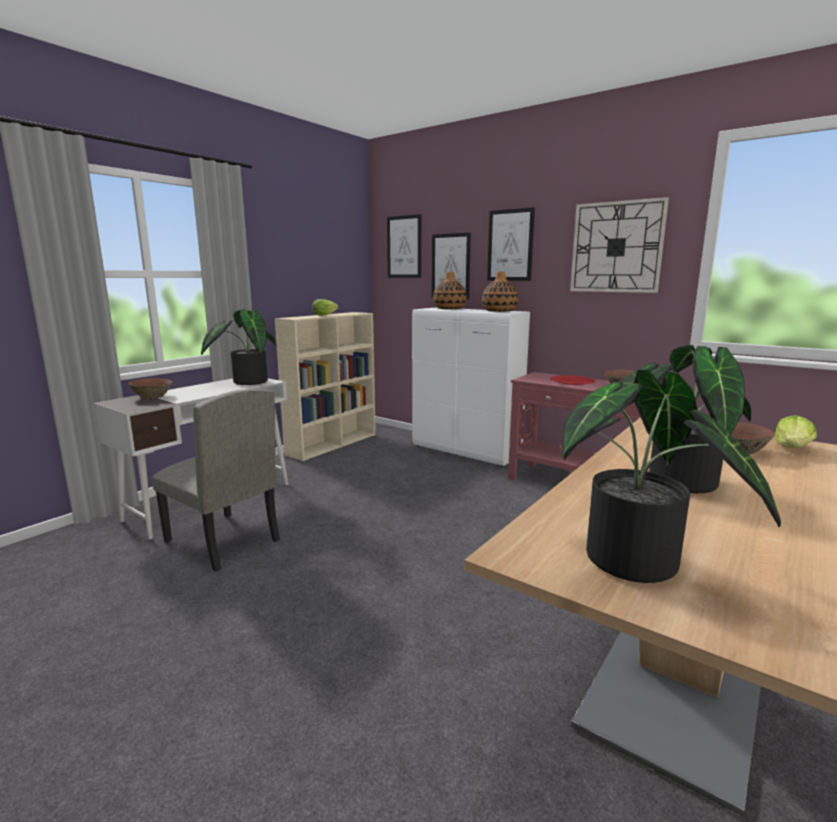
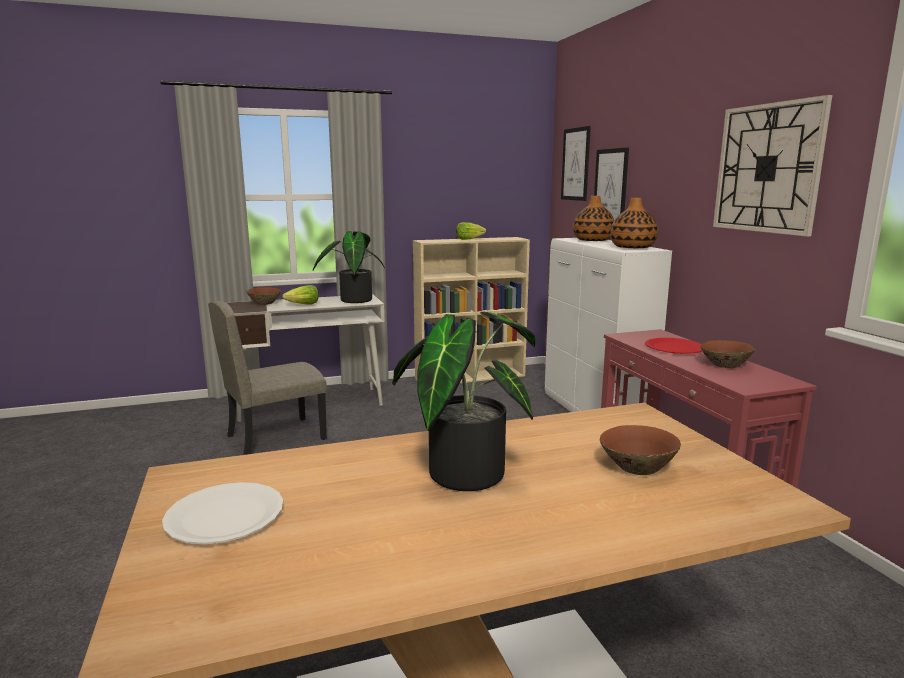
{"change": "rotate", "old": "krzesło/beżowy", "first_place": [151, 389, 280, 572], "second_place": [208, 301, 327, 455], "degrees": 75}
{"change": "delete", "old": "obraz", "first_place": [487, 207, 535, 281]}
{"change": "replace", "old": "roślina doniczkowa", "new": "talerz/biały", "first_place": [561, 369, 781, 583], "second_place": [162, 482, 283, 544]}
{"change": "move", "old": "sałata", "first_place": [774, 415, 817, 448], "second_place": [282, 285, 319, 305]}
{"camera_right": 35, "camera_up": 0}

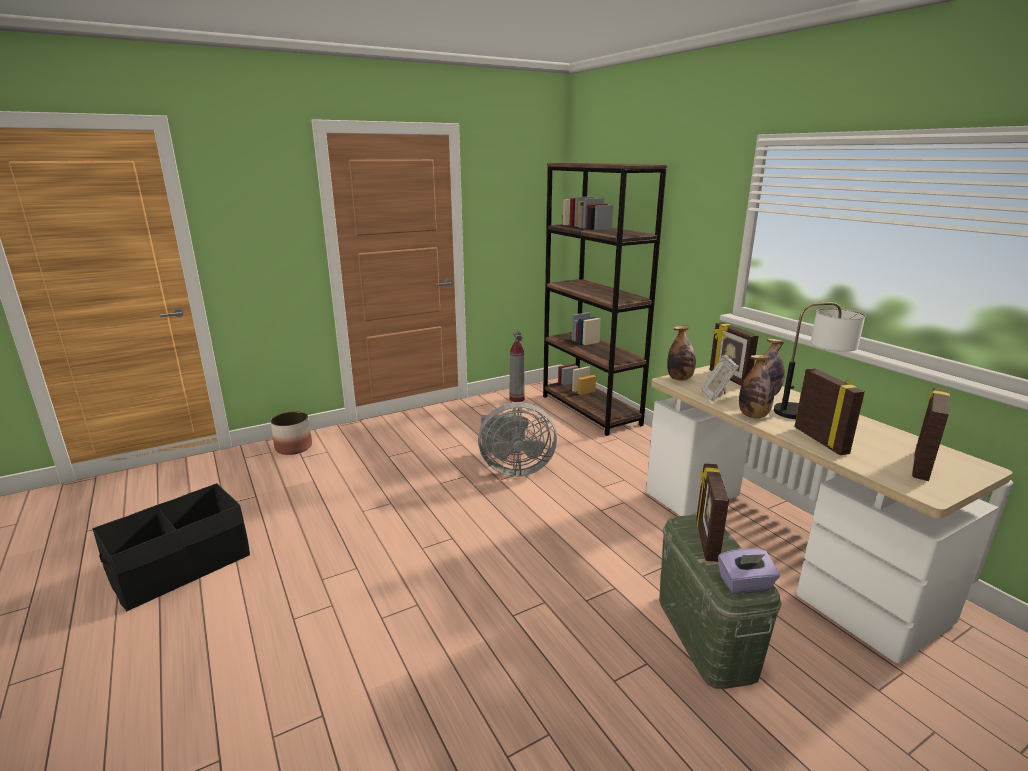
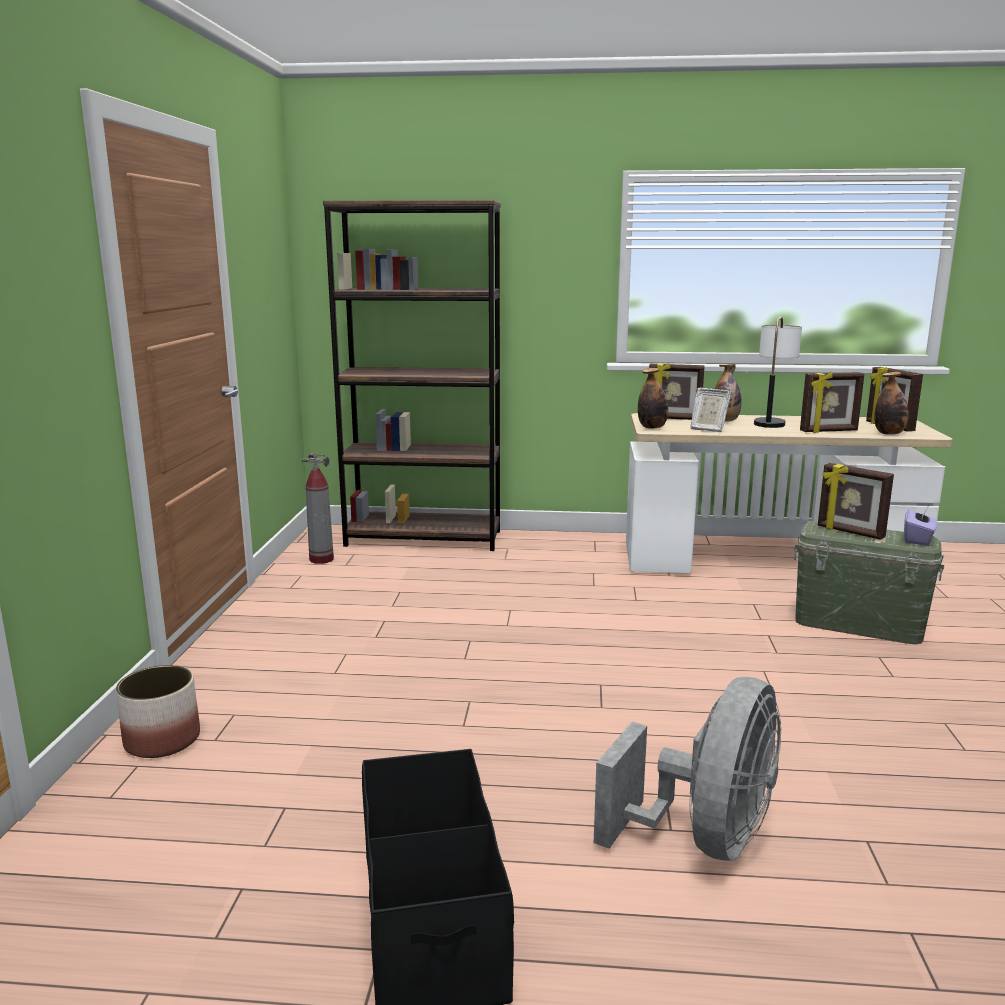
{"change": "move", "old": "wentylator/szary", "first_place": [478, 402, 557, 477], "second_place": [594, 677, 781, 861]}
{"change": "move", "old": "butelka", "first_place": [739, 355, 774, 418], "second_place": [874, 372, 908, 435]}
{"change": "rotate", "old": "ramka na zdjęcie", "first_place": [794, 368, 865, 455], "second_place": [800, 372, 864, 433], "degrees": 150}
{"camera_right": -55, "camera_up": -5}

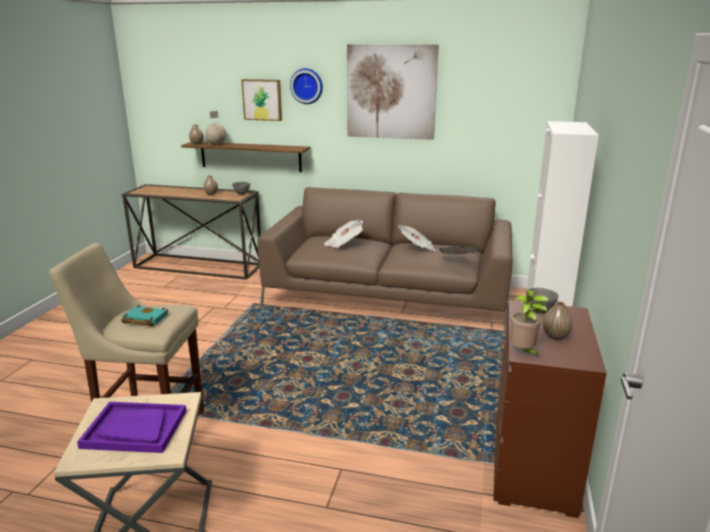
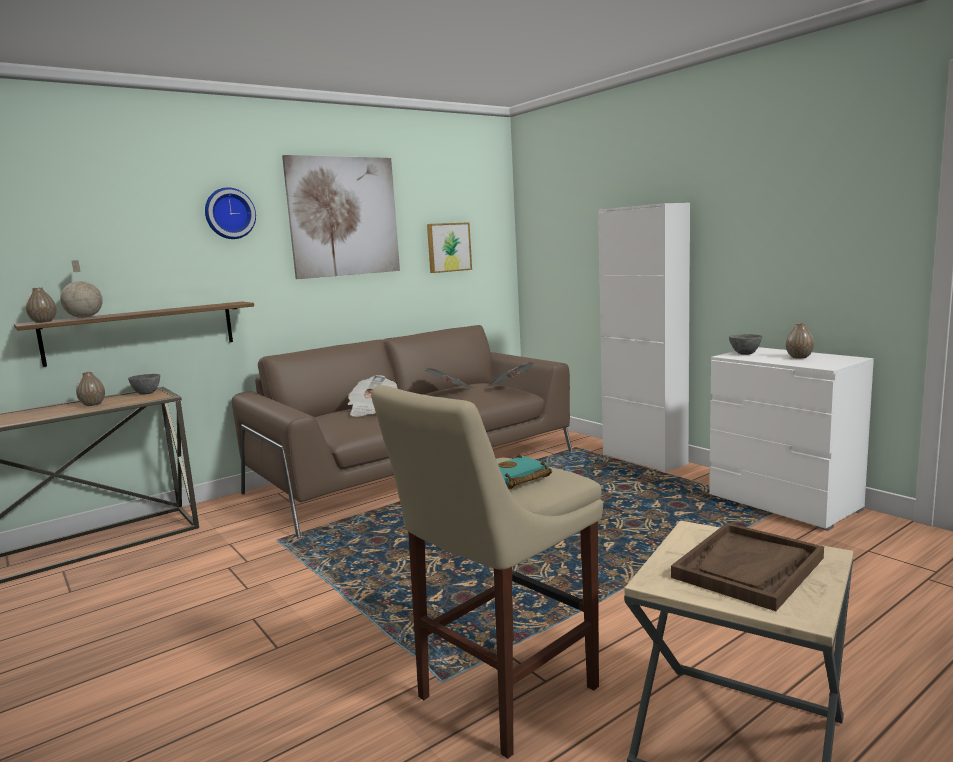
{"change": "recolor", "old": "taca/fioletowy", "new": "taca/brązowy", "first_place": [77, 402, 187, 453], "second_place": [671, 523, 824, 611]}
{"change": "move", "old": "obraz", "first_place": [242, 79, 282, 121], "second_place": [427, 222, 472, 273]}
{"change": "recolor", "old": "komoda/brązowy", "new": "komoda/biały", "first_place": [493, 300, 607, 518], "second_place": [709, 347, 874, 531]}
{"change": "delete", "old": "roślina doniczkowa", "first_place": [510, 290, 549, 357]}
{"camera_right": -50, "camera_up": -10}

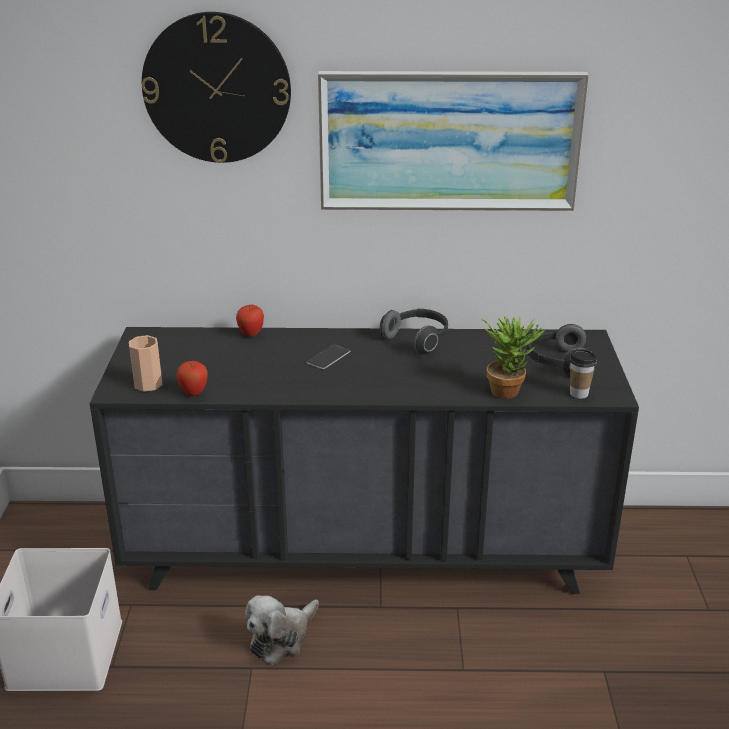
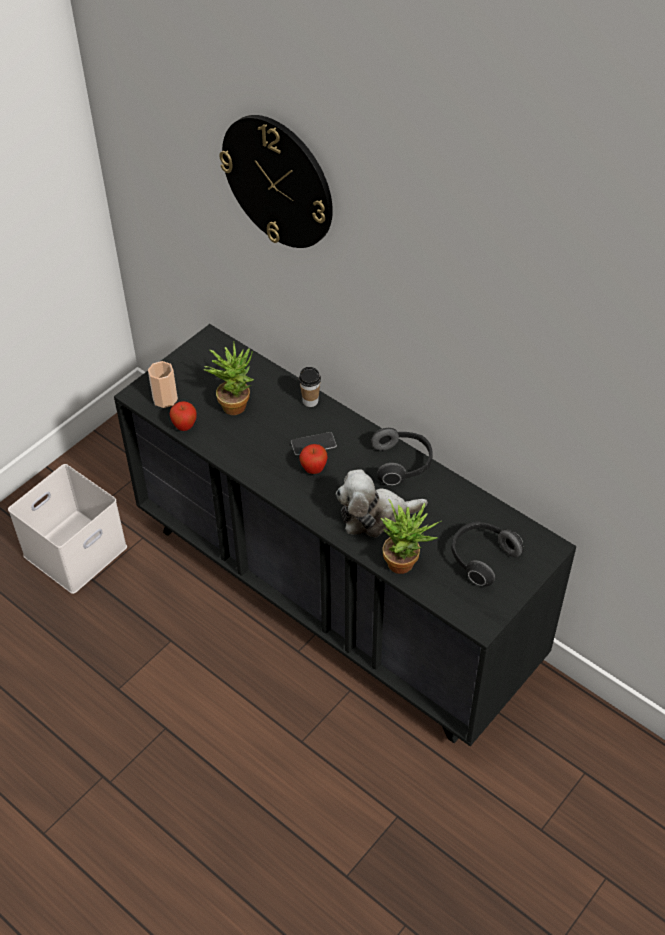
{"change": "move", "old": "jabłko", "first_place": [236, 305, 264, 337], "second_place": [299, 444, 328, 474]}
{"change": "move", "old": "pluszak", "first_place": [245, 595, 319, 665], "second_place": [336, 469, 427, 537]}
{"change": "delete", "old": "obraz", "first_place": [318, 71, 589, 211]}
{"change": "move", "old": "filiżanka", "first_place": [570, 349, 597, 399], "second_place": [299, 367, 321, 407]}
{"change": "insert", "new": "roślina doniczkowa", "second_place": [203, 341, 254, 415]}
{"camera_right": 40, "camera_up": 20}

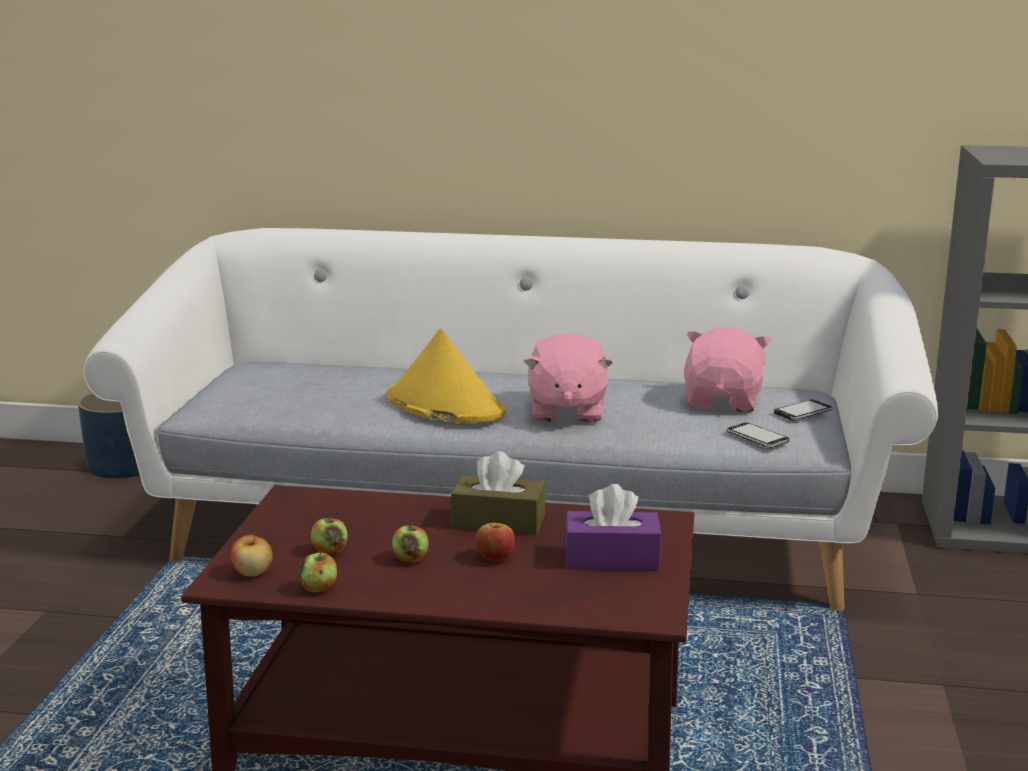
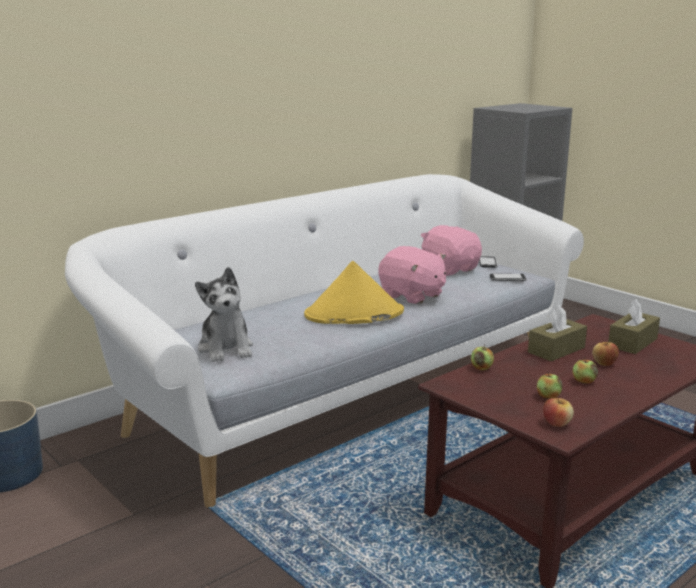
{"change": "move", "old": "jabłko", "first_place": [298, 551, 337, 593], "second_place": [471, 344, 494, 370]}
{"change": "recolor", "old": "pudełko chusteczek/fioletowy", "new": "pudełko chusteczek/brązowy", "first_place": [565, 484, 662, 570], "second_place": [608, 299, 660, 354]}
{"change": "insert", "new": "pluszak", "second_place": [195, 267, 253, 362]}
{"camera_right": -50, "camera_up": 0}

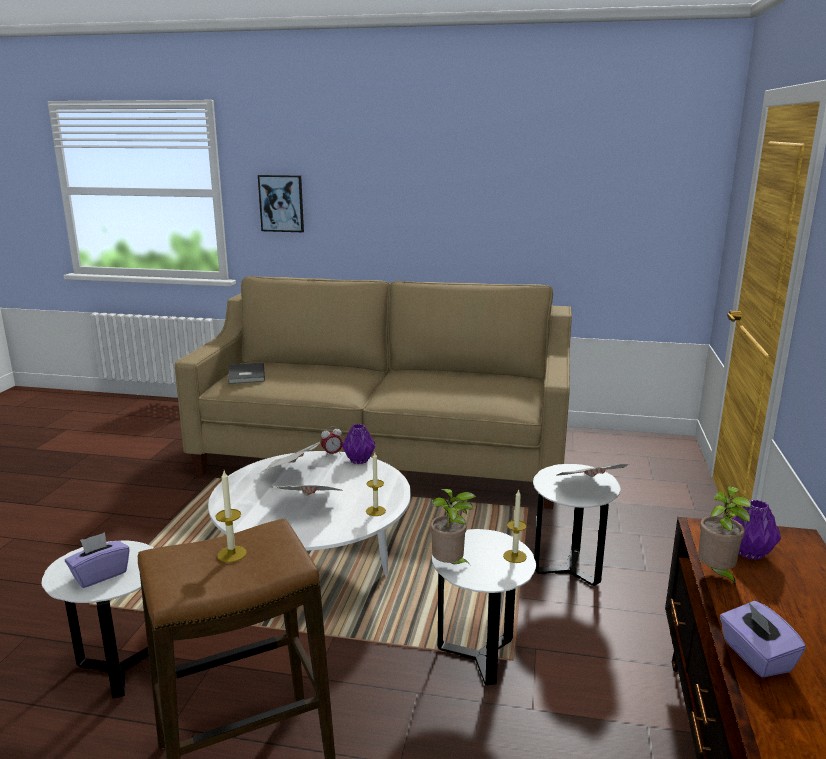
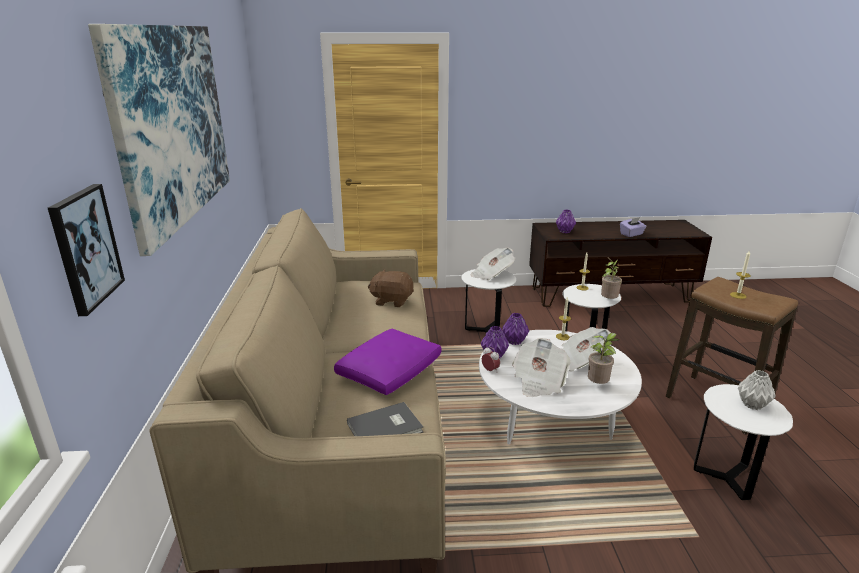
{"change": "replace", "old": "pudełko chusteczek/fioletowy", "new": "wazon/szary", "first_place": [65, 532, 130, 588], "second_place": [738, 370, 776, 410]}
{"change": "move", "old": "roślina doniczkowa", "first_place": [698, 486, 751, 586], "second_place": [588, 333, 620, 384]}
{"change": "insert", "new": "obraz", "second_place": [88, 24, 230, 256]}
{"change": "insert", "new": "poduszka/fioletowy", "second_place": [334, 329, 441, 395]}
{"change": "insert", "new": "pluszak/brązowy", "second_place": [367, 269, 414, 307]}
{"change": "insert", "new": "wazon/fioletowy", "second_place": [502, 313, 529, 345]}
{"camera_right": -105, "camera_up": 5}

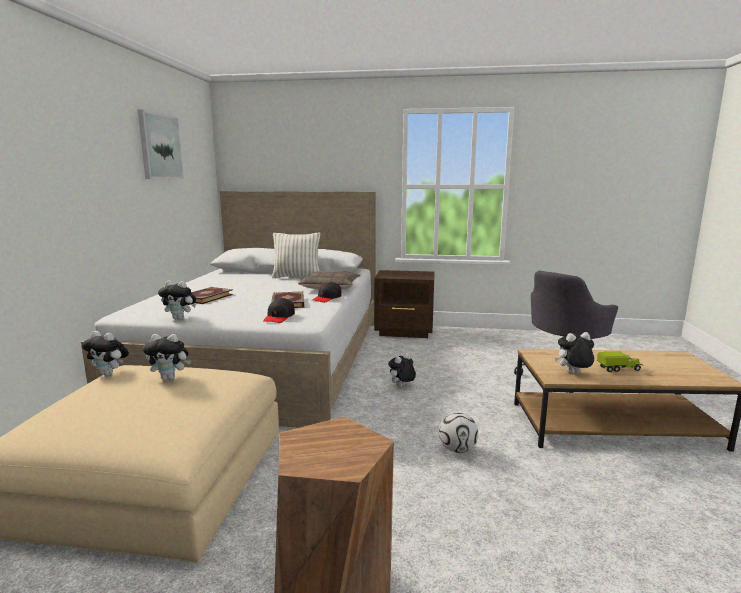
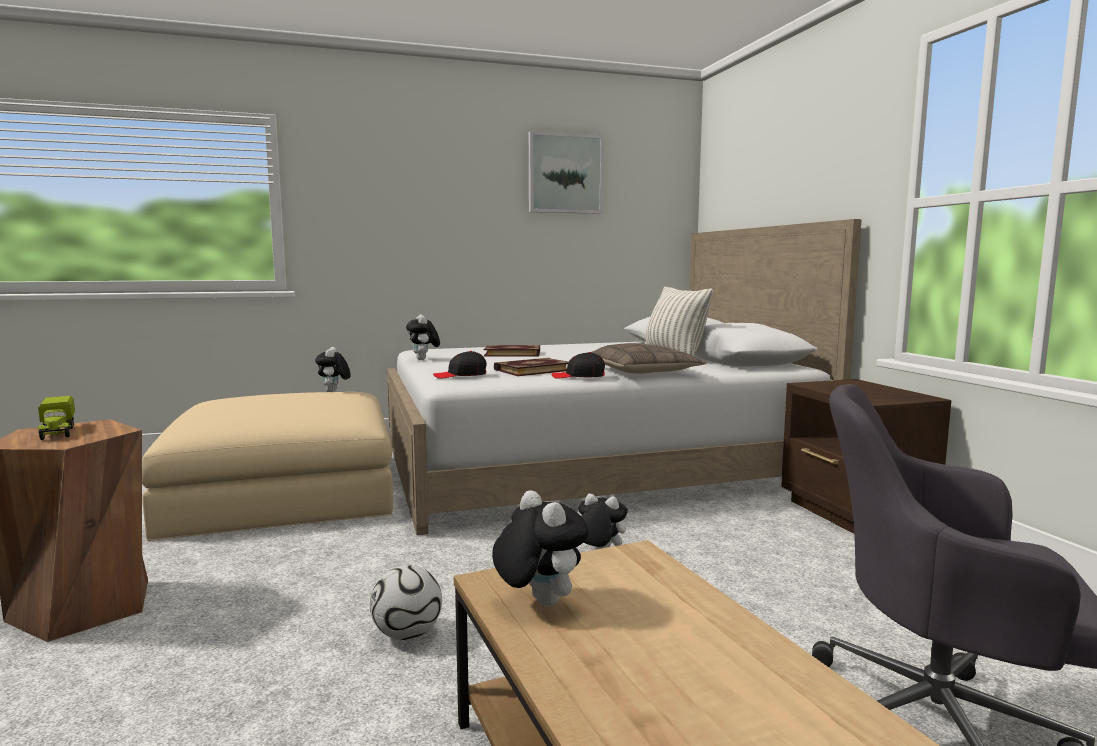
{"change": "delete", "old": "pluszak", "first_place": [143, 334, 191, 380]}
{"change": "move", "old": "ciężarówka zabawkowa", "first_place": [597, 351, 644, 372], "second_place": [38, 396, 75, 440]}
{"camera_right": 65, "camera_up": -5}

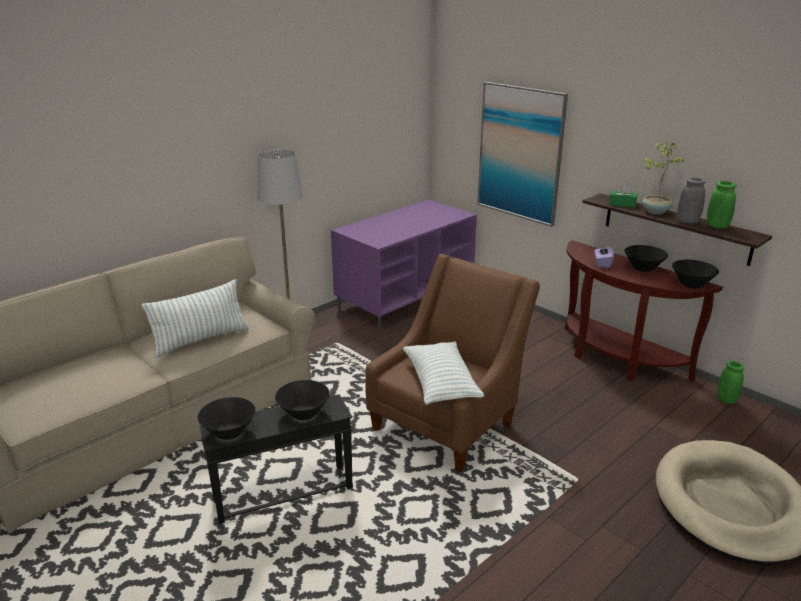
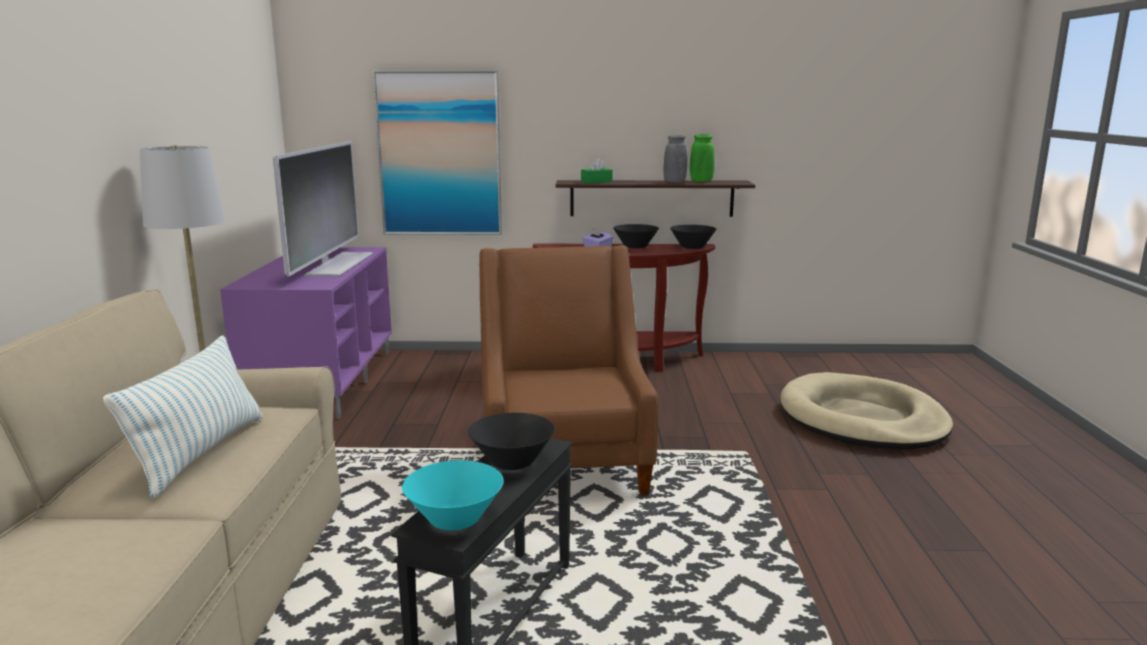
{"change": "recolor", "old": "miska/czarny", "new": "miska/turkusowy", "first_place": [197, 397, 256, 440], "second_place": [402, 460, 503, 531]}
{"change": "delete", "old": "poduszka", "first_place": [403, 342, 485, 405]}
{"change": "delete", "old": "roślina doniczkowa", "first_place": [642, 141, 684, 214]}
{"change": "delete", "old": "wazon/zielony", "first_place": [717, 361, 744, 404]}
{"change": "insert", "new": "telewizor", "second_place": [273, 141, 373, 277]}
{"camera_right": -45, "camera_up": -10}

